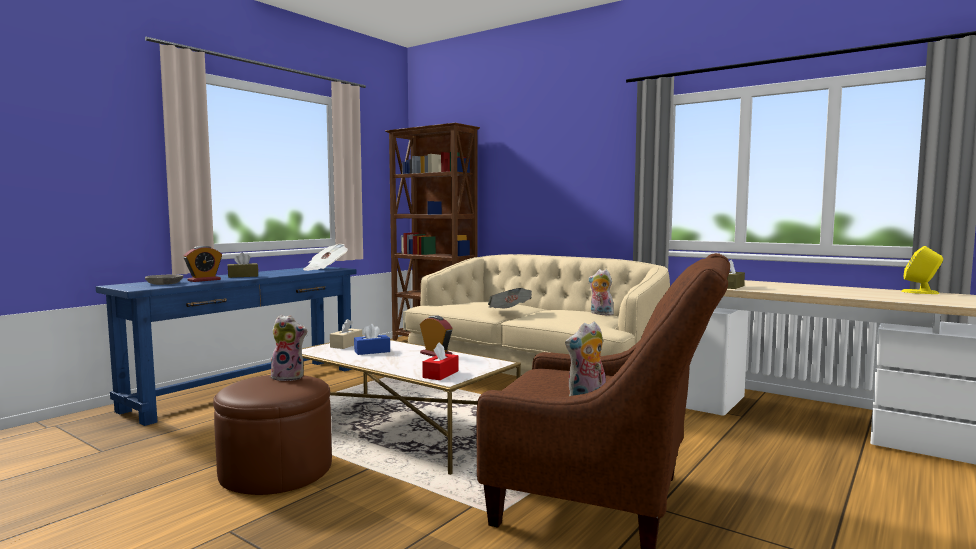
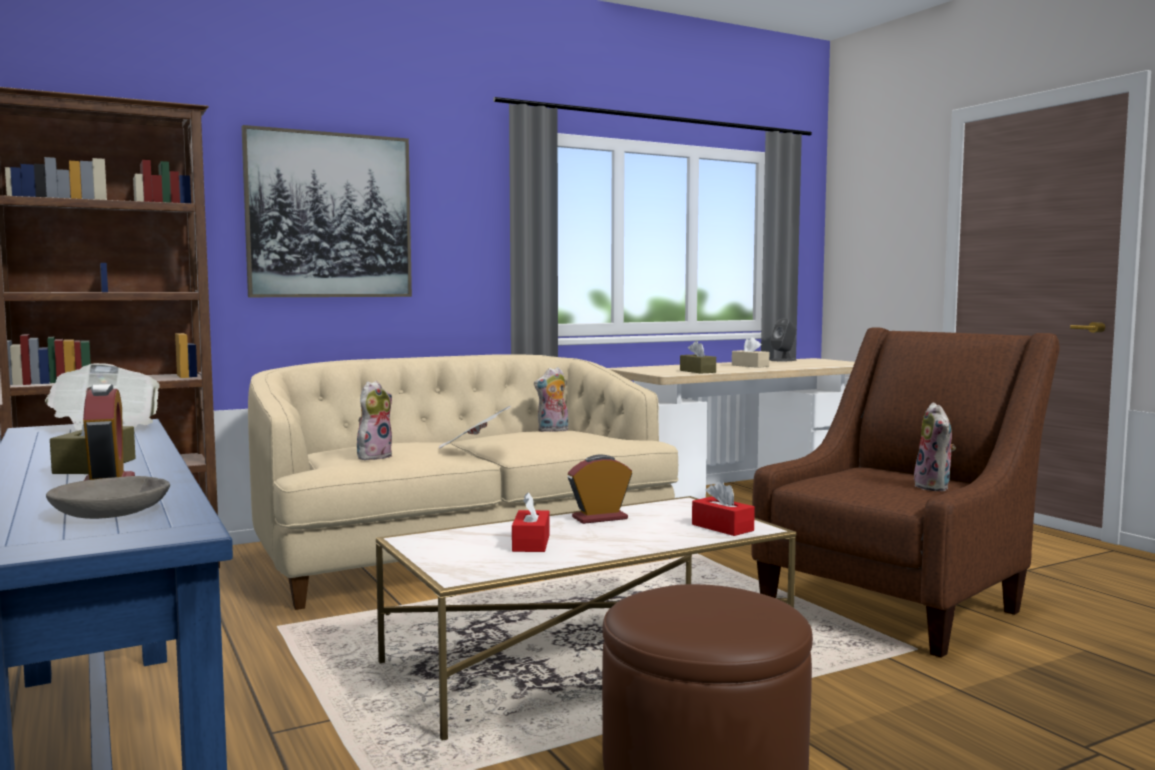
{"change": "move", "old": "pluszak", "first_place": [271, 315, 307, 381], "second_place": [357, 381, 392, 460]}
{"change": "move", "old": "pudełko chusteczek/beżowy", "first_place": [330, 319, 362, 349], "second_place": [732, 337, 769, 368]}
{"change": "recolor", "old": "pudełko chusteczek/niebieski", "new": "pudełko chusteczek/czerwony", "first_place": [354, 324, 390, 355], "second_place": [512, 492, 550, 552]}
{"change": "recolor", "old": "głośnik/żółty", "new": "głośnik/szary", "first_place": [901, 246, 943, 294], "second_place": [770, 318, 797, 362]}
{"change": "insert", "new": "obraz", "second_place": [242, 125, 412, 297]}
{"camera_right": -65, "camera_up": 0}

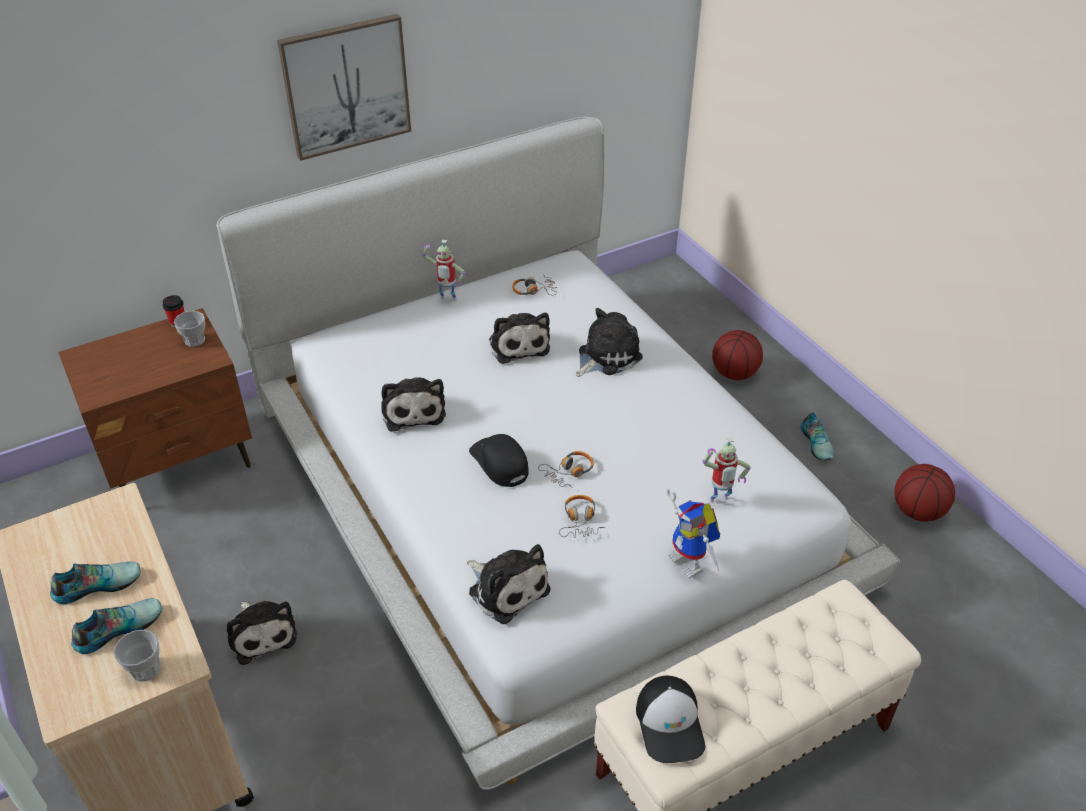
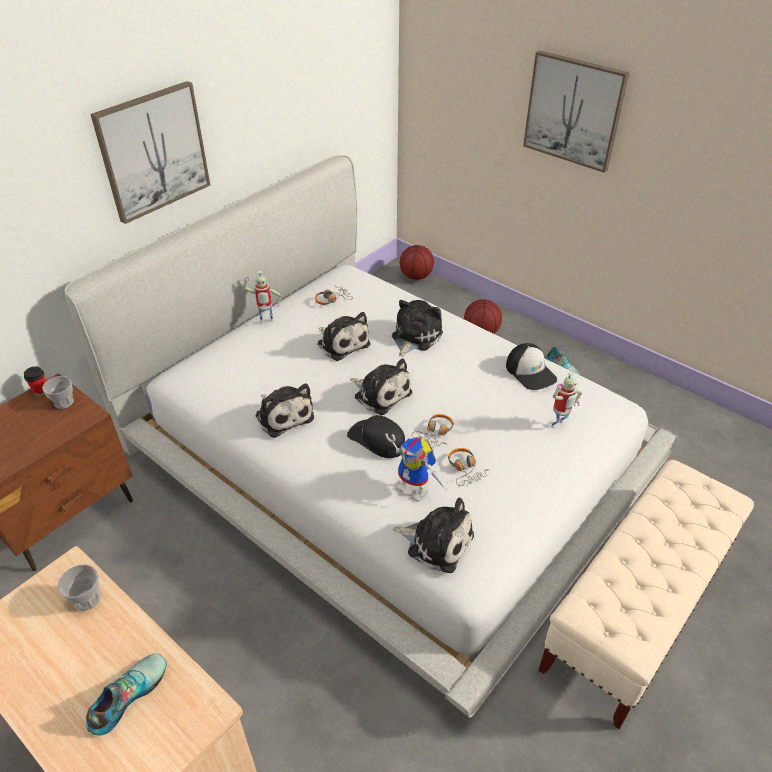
{"change": "delete", "old": "but", "first_place": [50, 561, 141, 604]}
{"change": "move", "old": "filiżanka", "first_place": [113, 630, 160, 682], "second_place": [57, 564, 101, 611]}
{"change": "move", "old": "pluszak", "first_place": [227, 601, 297, 665], "second_place": [350, 359, 412, 415]}
{"change": "move", "old": "czapka z daszkiem", "first_place": [636, 676, 706, 763], "second_place": [506, 343, 557, 390]}
{"change": "move", "old": "robot zabawkowy", "first_place": [666, 489, 720, 579], "second_place": [385, 433, 445, 502]}
{"change": "move", "old": "piłka do koszykówki", "first_place": [894, 464, 955, 522], "second_place": [400, 245, 434, 280]}
{"change": "insert", "new": "obraz", "second_place": [523, 50, 629, 173]}
{"camera_right": -20, "camera_up": 0}

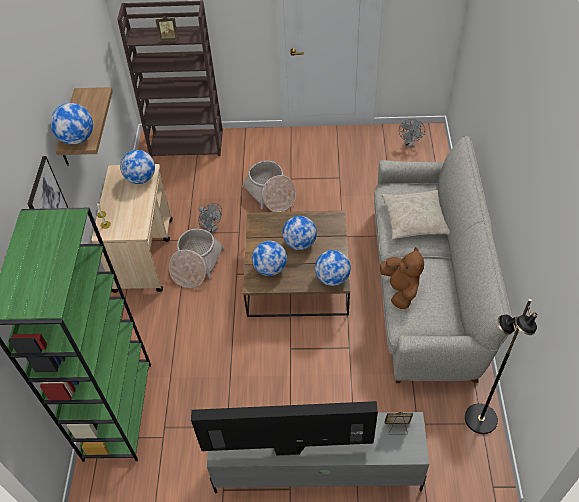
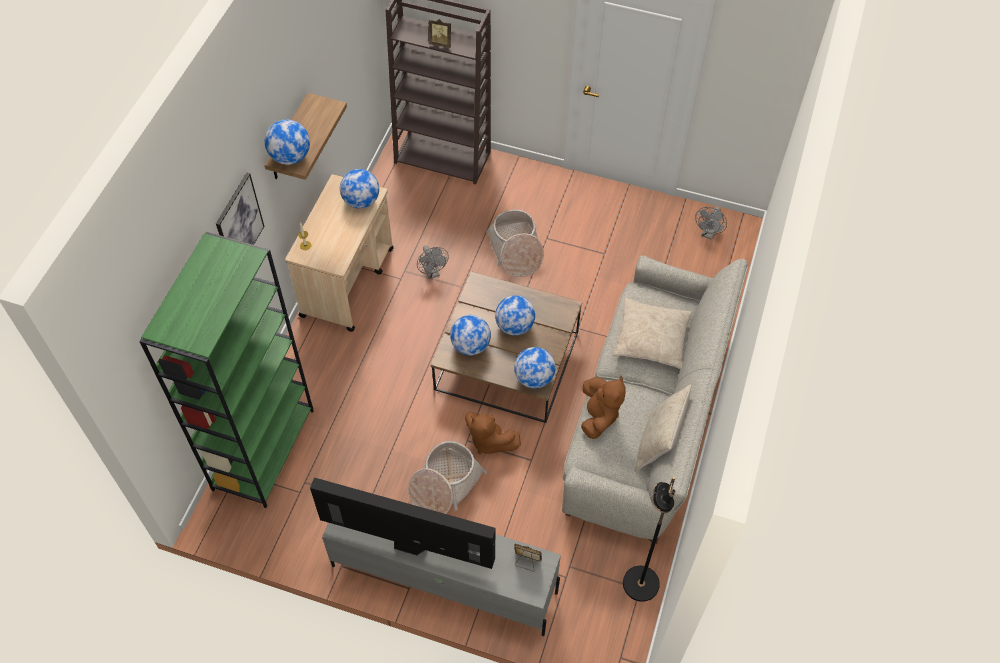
{"change": "move", "old": "koszyk", "first_place": [169, 229, 225, 288], "second_place": [408, 441, 487, 514]}
{"change": "insert", "new": "pluszak/brązowy", "second_place": [465, 412, 521, 455]}
{"change": "insert", "new": "poduszka/beżowy", "second_place": [635, 384, 691, 472]}
{"camera_right": 15, "camera_up": 5}

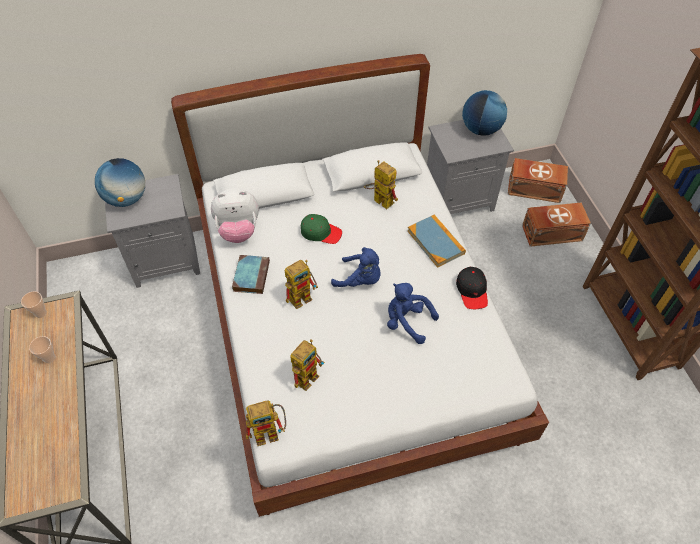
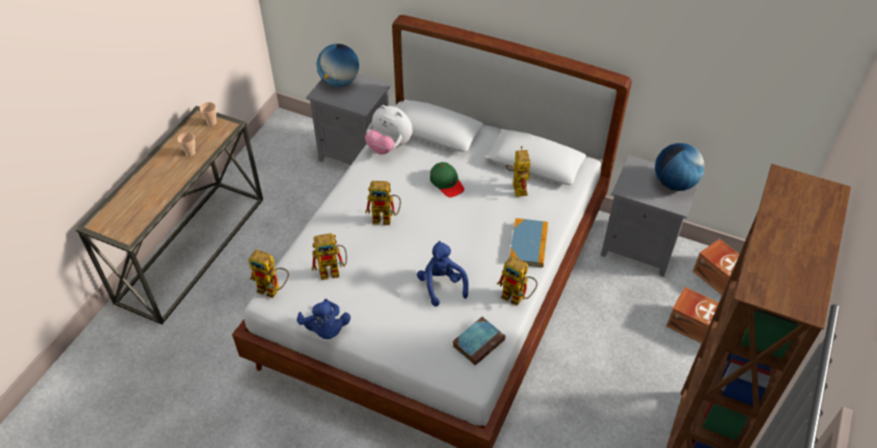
{"change": "move", "old": "książka", "first_place": [232, 255, 270, 294], "second_place": [453, 317, 505, 366]}
{"change": "move", "old": "pluszak/niebieski", "first_place": [331, 247, 380, 287], "second_place": [297, 299, 351, 339]}
{"change": "replace", "old": "czapka z daszkiem/czarny", "new": "robot zabawkowy", "first_place": [456, 267, 488, 309], "second_place": [497, 256, 537, 306]}
{"camera_right": 40, "camera_up": -5}

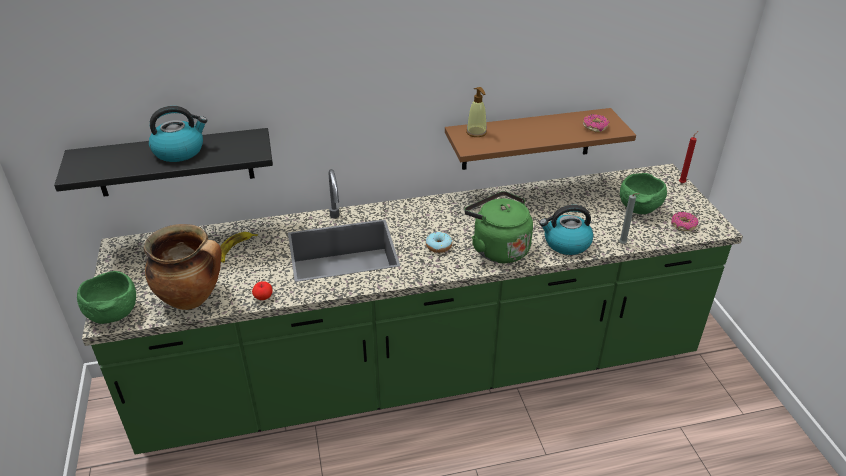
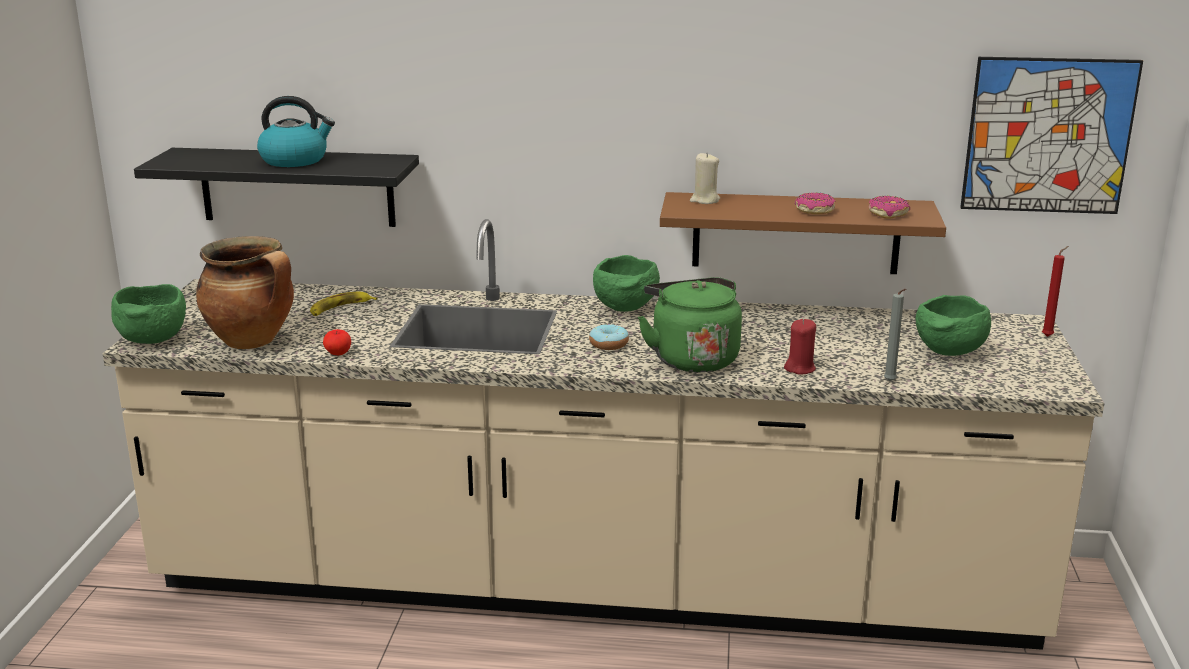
{"change": "recolor", "old": "zabudowa kuchenna/zielony", "new": "zabudowa kuchenna/beżowy", "first_place": [82, 164, 743, 455], "second_place": [102, 219, 1104, 650]}
{"change": "replace", "old": "dozownik mydła", "new": "świeca/beżowy", "first_place": [466, 87, 487, 137], "second_place": [690, 153, 720, 204]}
{"change": "replace", "old": "czajnik", "new": "świeca/czerwony", "first_place": [539, 205, 594, 255], "second_place": [784, 319, 816, 375]}
{"change": "move", "old": "donut", "first_place": [671, 212, 698, 231], "second_place": [795, 192, 836, 214]}
{"change": "insert", "new": "miska/zielony", "second_place": [593, 255, 660, 312]}
{"change": "insert", "new": "obraz", "second_place": [960, 57, 1143, 214]}
{"camera_right": 20, "camera_up": -15}

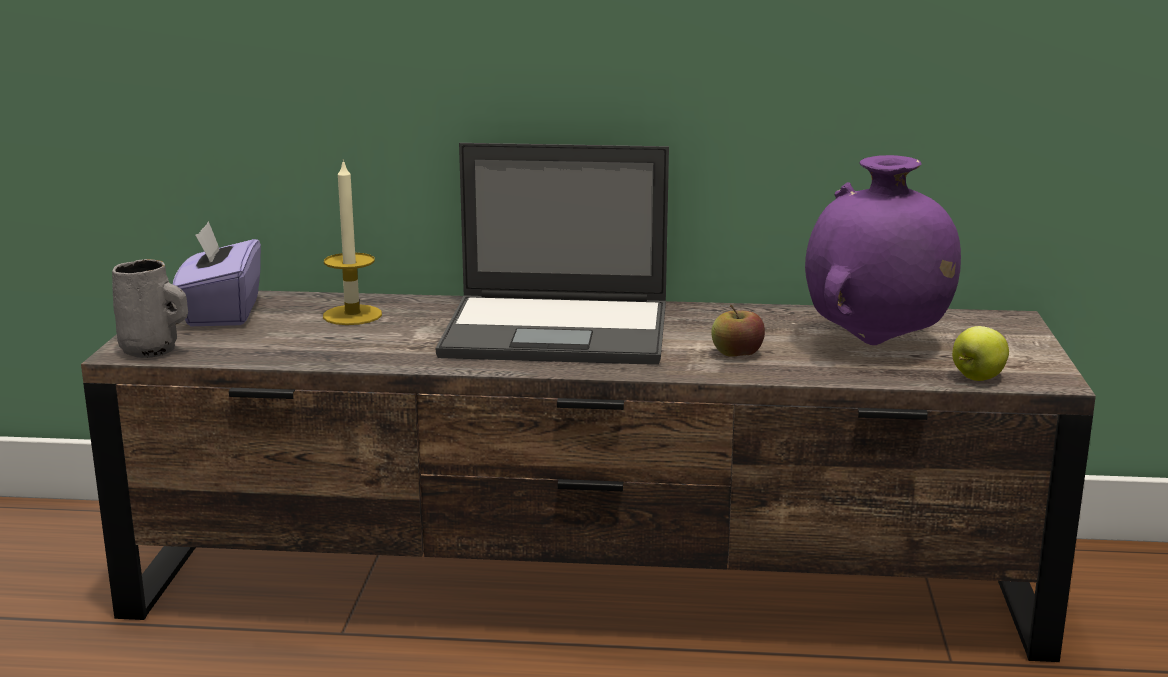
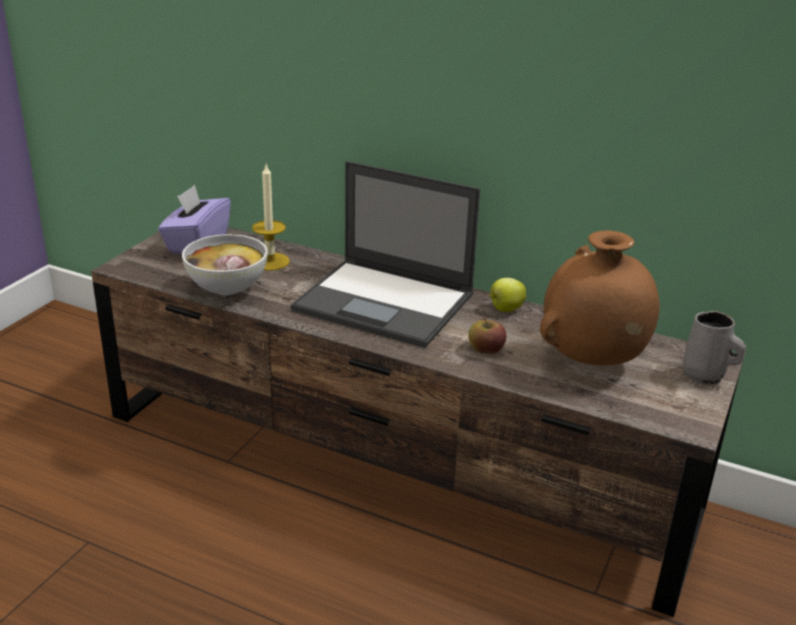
{"change": "move", "old": "kubek/szary", "first_place": [112, 259, 188, 358], "second_place": [683, 311, 746, 385]}
{"change": "recolor", "old": "wazon/fioletowy", "new": "wazon/brązowy", "first_place": [805, 155, 961, 345], "second_place": [540, 230, 660, 365]}
{"change": "move", "old": "jabłko", "first_place": [952, 326, 1009, 381], "second_place": [488, 278, 526, 312]}
{"change": "insert", "new": "miska", "second_place": [182, 234, 267, 295]}
{"camera_right": 20, "camera_up": 10}

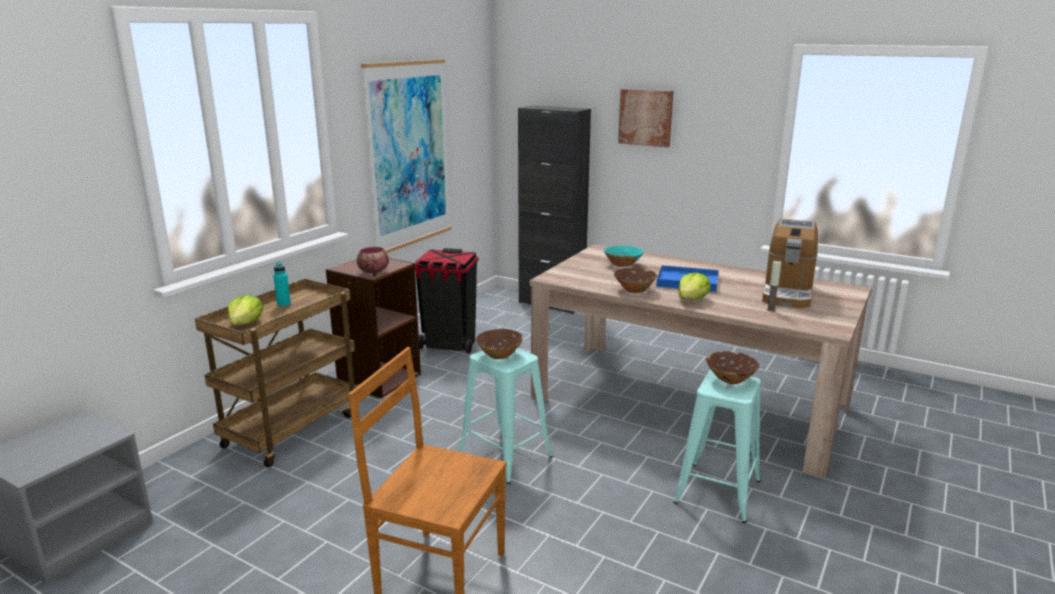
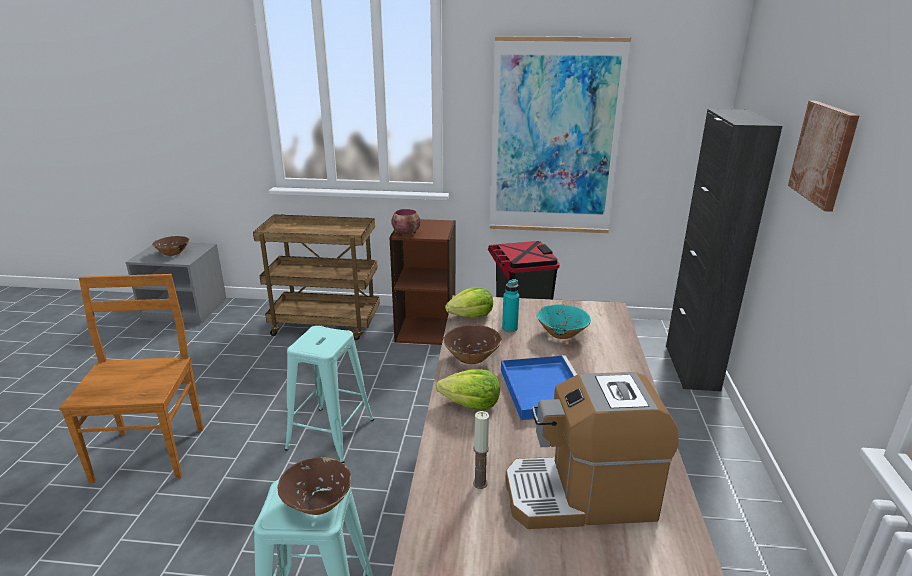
{"change": "move", "old": "sałata", "first_place": [228, 295, 263, 325], "second_place": [445, 287, 493, 317]}
{"change": "move", "old": "butelka/turkusowy", "first_place": [273, 261, 291, 307], "second_place": [502, 279, 519, 332]}
{"change": "move", "old": "miska/brązowy", "first_place": [476, 329, 523, 359], "second_place": [152, 236, 189, 256]}
{"camera_right": 65, "camera_up": 5}

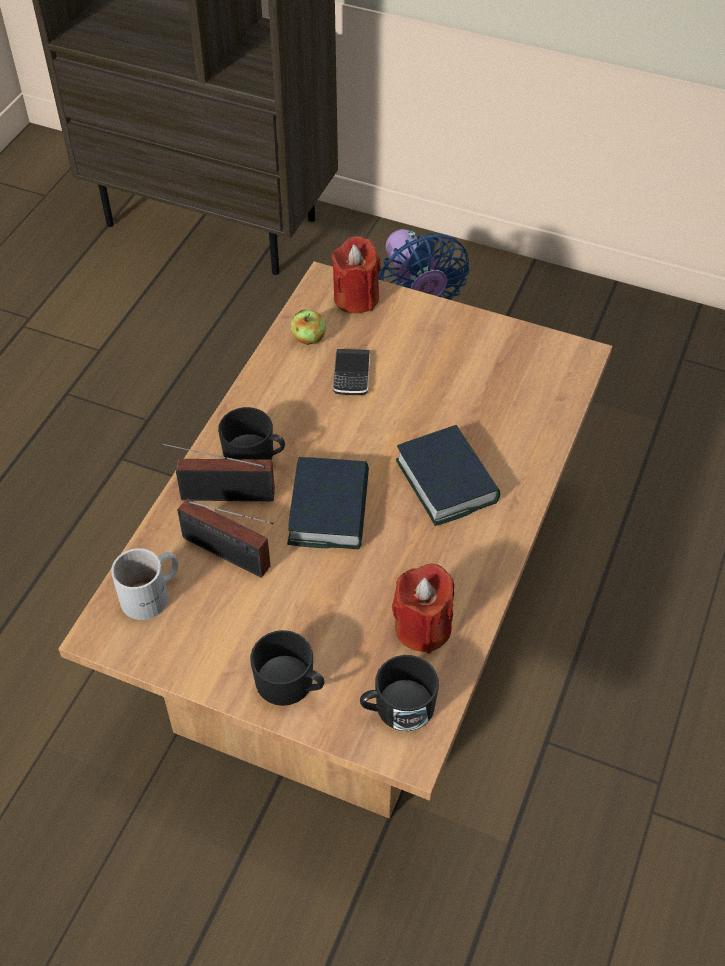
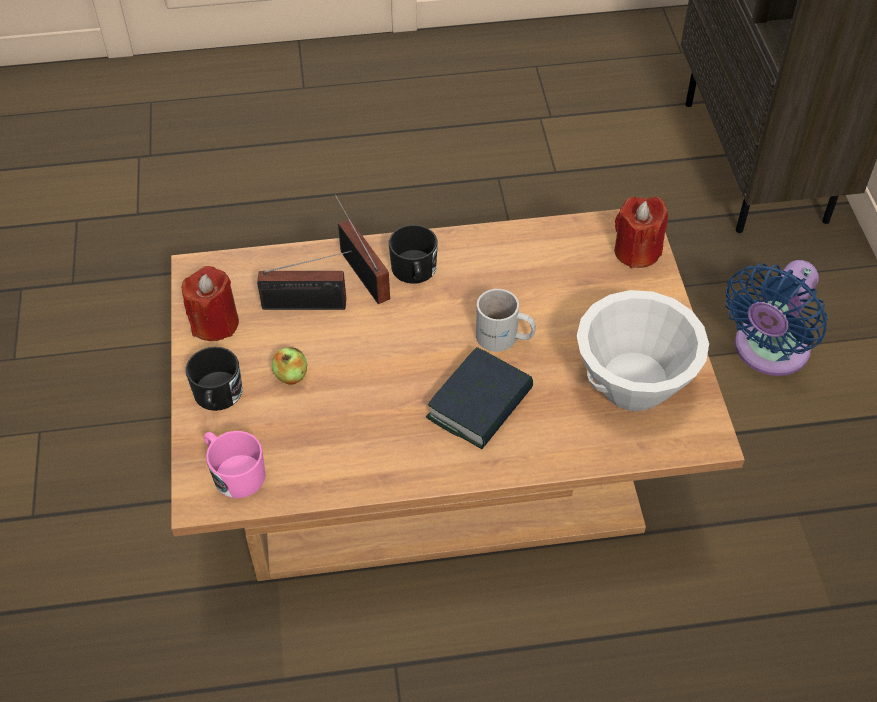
{"change": "move", "old": "kubek/biały", "first_place": [111, 548, 179, 620], "second_place": [476, 289, 536, 352]}
{"change": "rotate", "old": "radio", "first_place": [177, 499, 274, 578], "second_place": [257, 250, 352, 310], "degrees": -90}
{"change": "delete", "old": "książka", "first_place": [287, 457, 369, 549]}
{"change": "move", "old": "jabłko", "first_place": [291, 310, 326, 345], "second_place": [272, 347, 307, 385]}
{"change": "delete", "old": "telefon", "first_place": [333, 349, 370, 395]}
{"change": "recolor", "old": "kubek/czarny", "new": "kubek/różowy", "first_place": [360, 655, 439, 731], "second_place": [204, 431, 266, 498]}
{"change": "move", "old": "świeca/czerwony", "first_place": [392, 564, 454, 654], "second_place": [182, 266, 239, 341]}
{"change": "insert", "new": "miska/biały", "second_place": [577, 290, 709, 411]}
{"camera_right": 60, "camera_up": 0}

